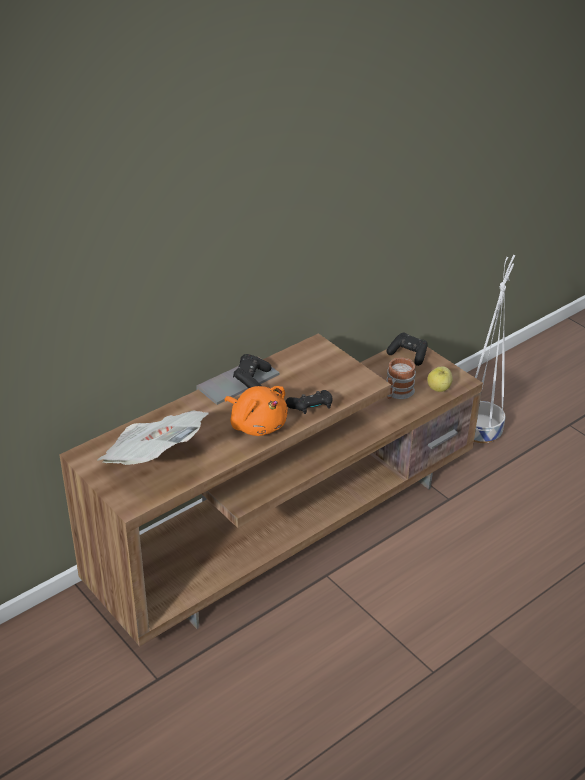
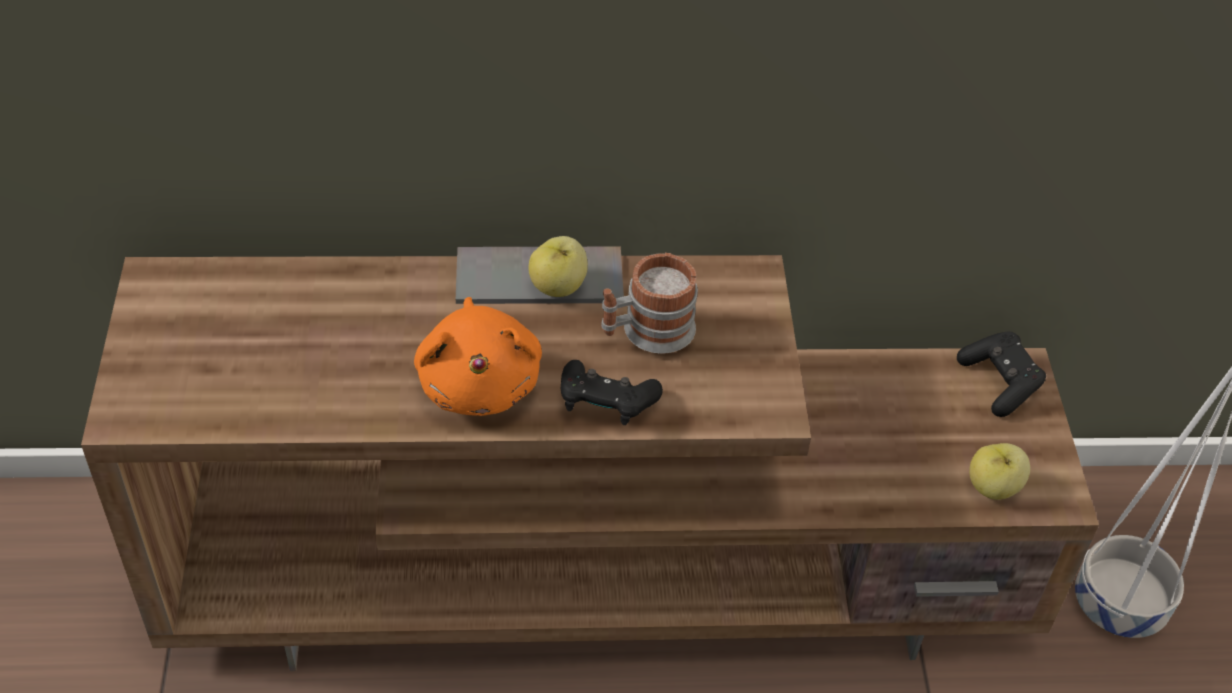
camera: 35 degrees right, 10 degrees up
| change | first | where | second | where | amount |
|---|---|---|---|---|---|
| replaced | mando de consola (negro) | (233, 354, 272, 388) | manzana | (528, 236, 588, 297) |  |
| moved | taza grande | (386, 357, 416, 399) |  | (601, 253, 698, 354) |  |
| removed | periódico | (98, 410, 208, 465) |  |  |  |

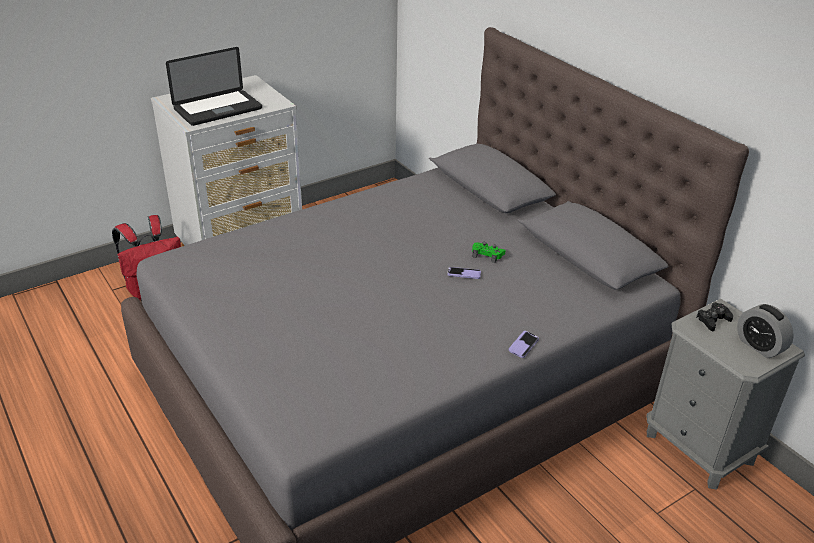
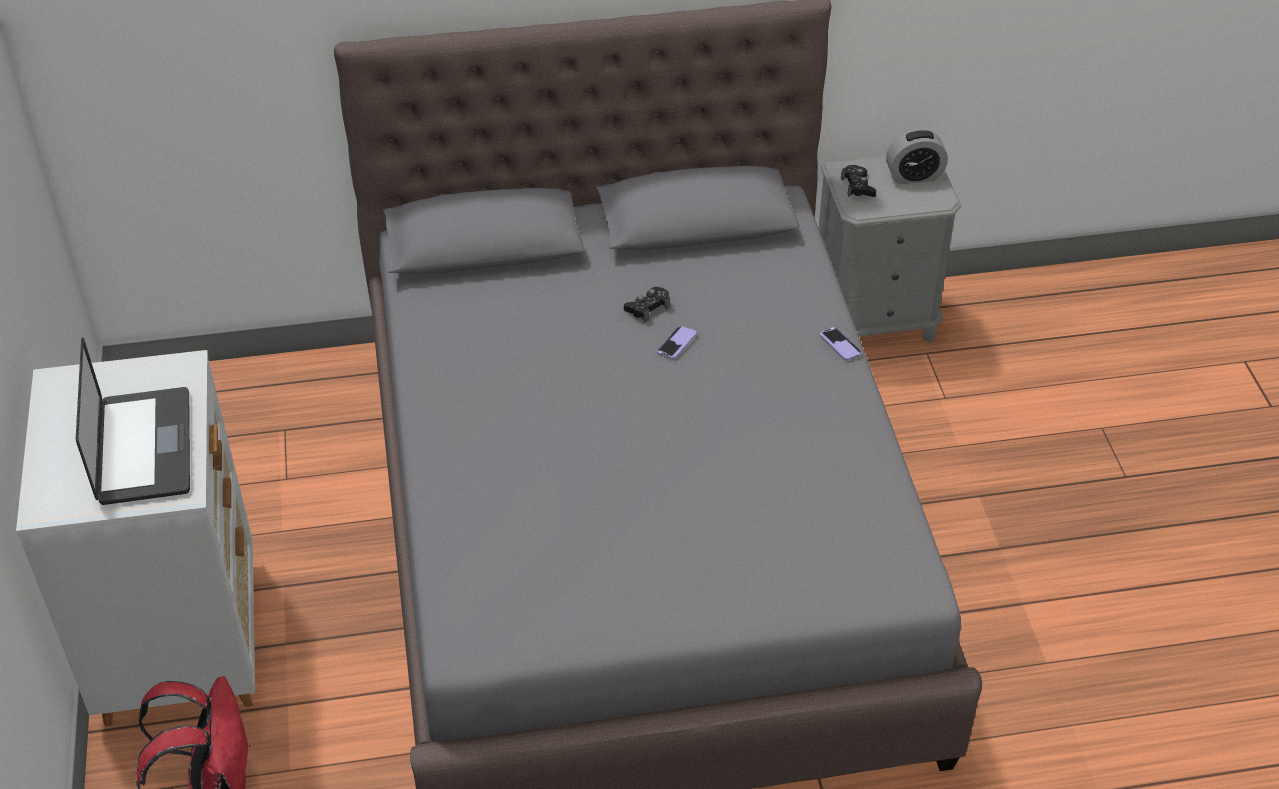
camera: 65 degrees left, 10 degrees up
| change | first | where | second | where | amount |
|---|---|---|---|---|---|
| recoloured | mando de consola (verde) | (472, 242, 505, 263) | mando de consola (negro) | (624, 287, 670, 323) |  |

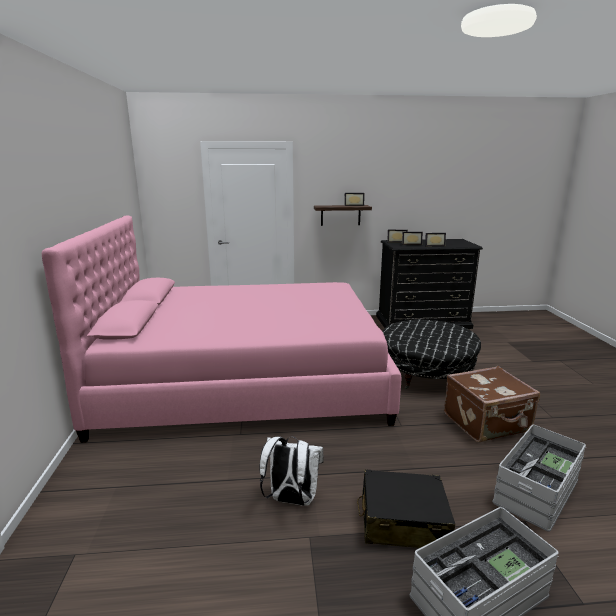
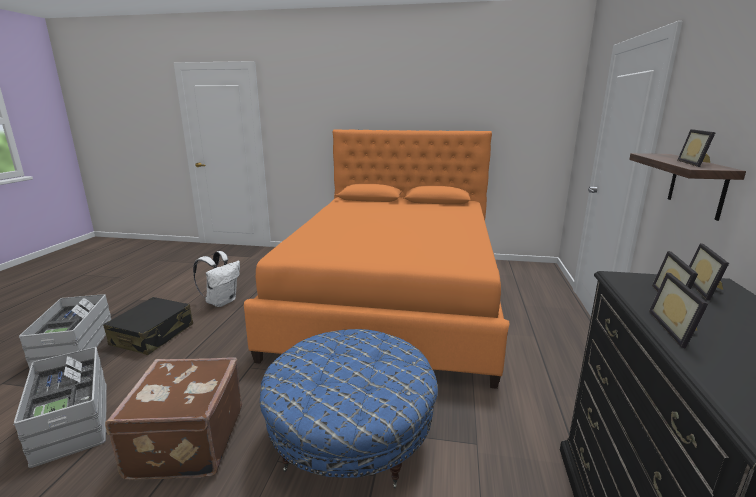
camera: 105 degrees right, 0 degrees up
| change | first | where | second | where | amount |
|---|---|---|---|---|---|
| recoloured | cama (rosa) | (42, 215, 401, 443) | cama (naranja) | (244, 129, 509, 389) |  |
| recoloured | puf (negro) | (383, 319, 481, 389) | puf (azul) | (260, 329, 438, 488) |  |

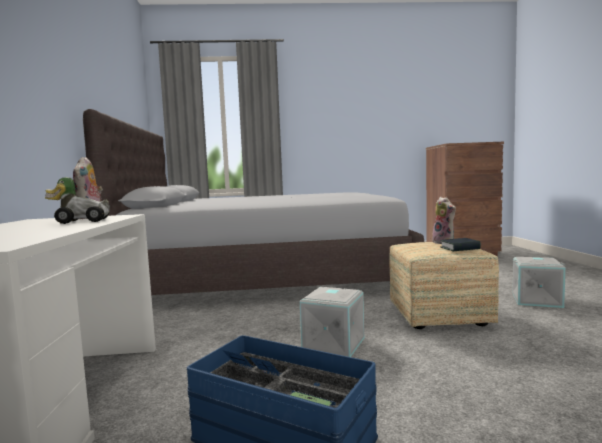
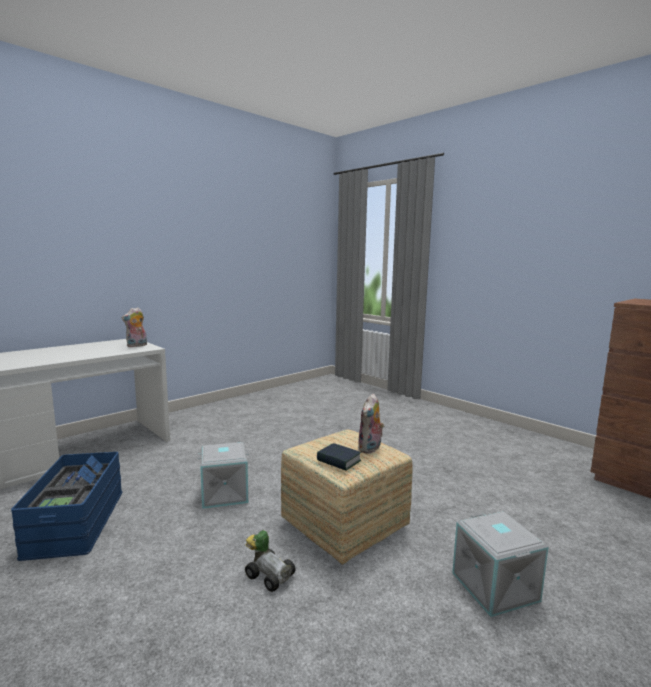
camera: 50 degrees right, 5 degrees up
| change | first | where | second | where | amount |
|---|---|---|---|---|---|
| removed | cama (gris) | (83, 109, 424, 295) |  |  |  |
| moved | coche de juguete | (45, 177, 110, 224) |  | (245, 530, 296, 592) |  |

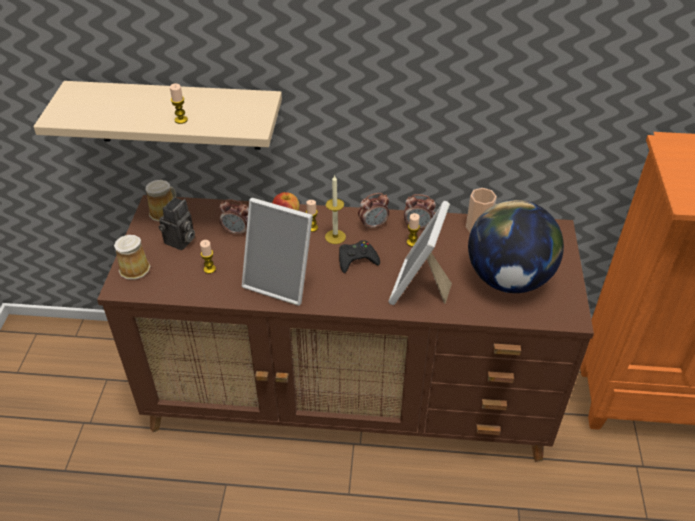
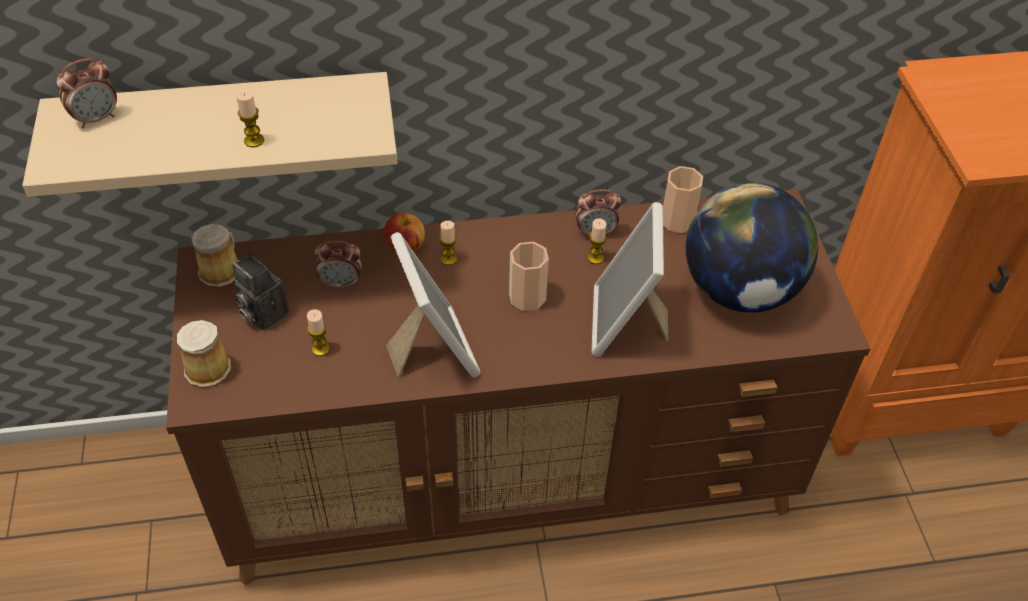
camera: 15 degrees left, 5 degrees up
| change | first | where | second | where | amount |
|---|---|---|---|---|---|
| removed | vela | (325, 175, 346, 244) |  |  |  |
| moved | despertador | (358, 193, 389, 230) |  | (57, 58, 117, 128) |  |
| turned | cámara | (159, 197, 195, 250) |  | (232, 254, 289, 331) | 120 degrees clockwise |
| turned | portarretratos | (242, 198, 313, 306) |  | (386, 232, 480, 377) | 120 degrees counterclockwise |
| replaced | mando de consola (negro) | (339, 240, 380, 273) | taza | (509, 242, 549, 311) |  |

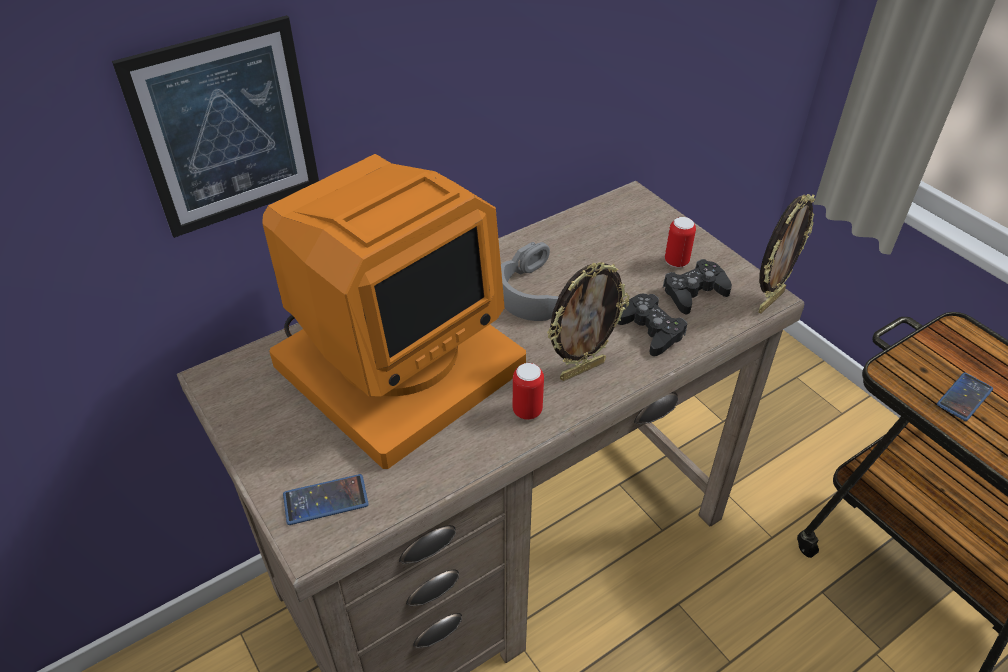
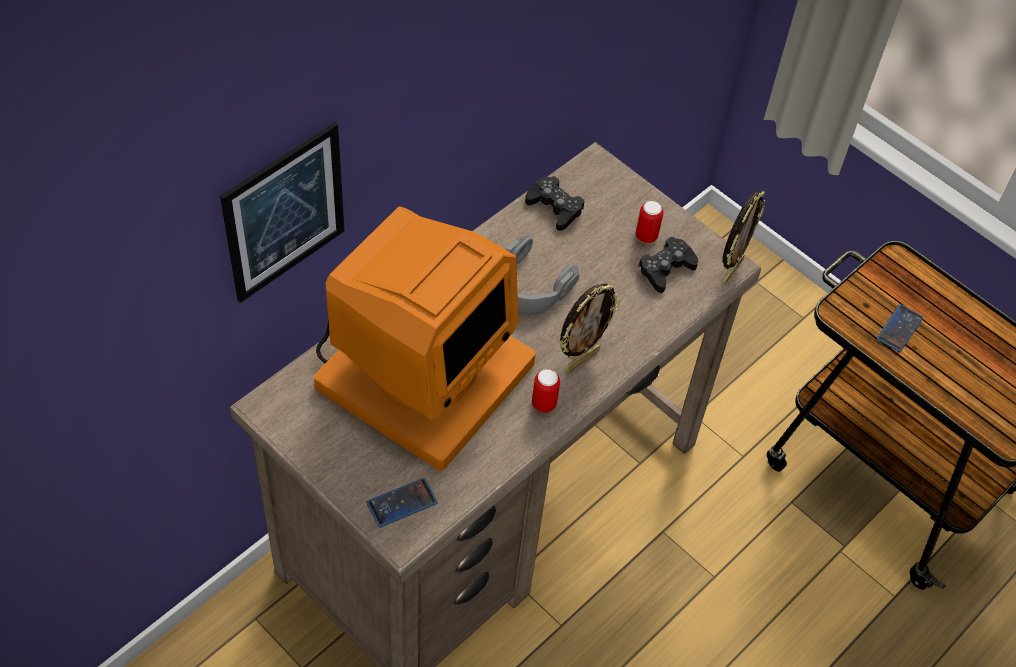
camera: 15 degrees left, 10 degrees up
| change | first | where | second | where | amount |
|---|---|---|---|---|---|
| moved | mando de consola (negro) | (618, 294, 687, 356) |  | (525, 176, 585, 231) |  |

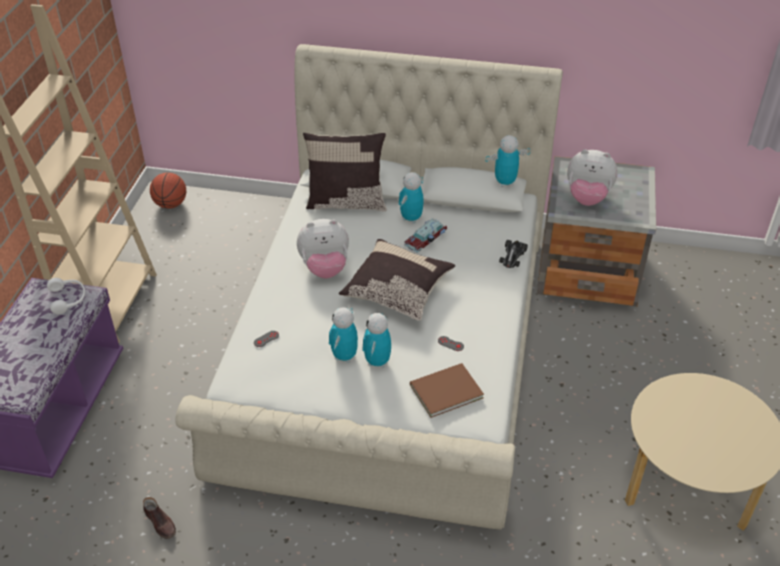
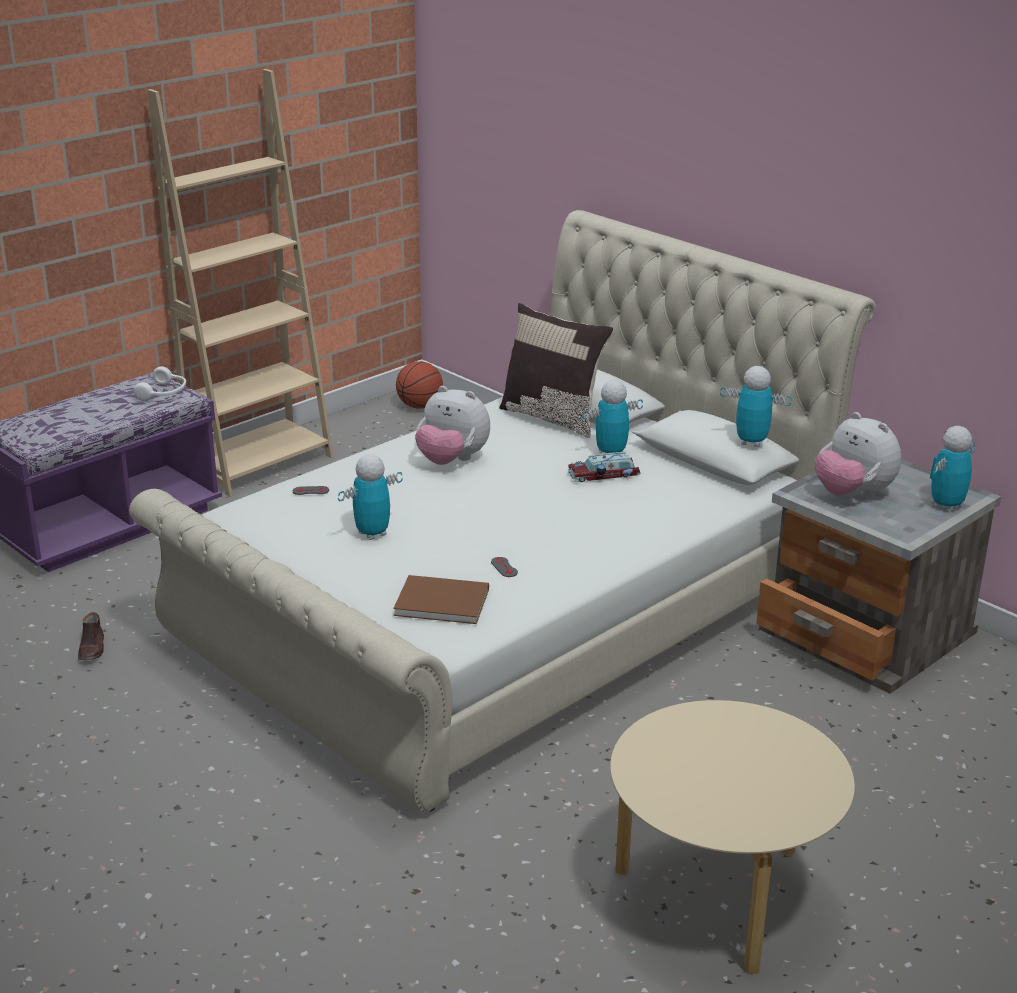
camera: 35 degrees right, 15 degrees down
| change | first | where | second | where | amount |
|---|---|---|---|---|---|
| removed | cojín | (339, 239, 455, 321) |  |  |  |
| removed | coche de juguete | (499, 240, 528, 268) |  |  |  |
| moved | robot de juguete | (362, 313, 391, 368) |  | (930, 426, 975, 512) |  |

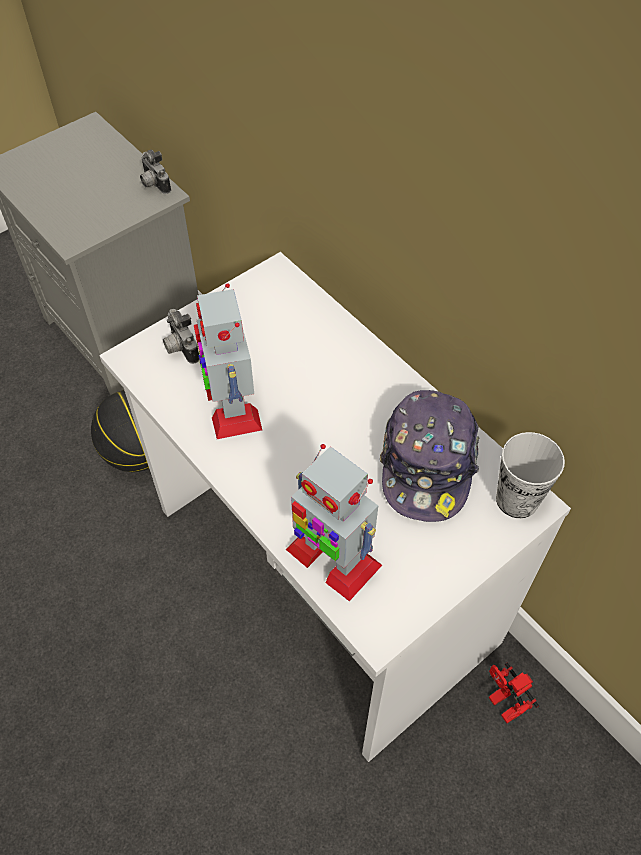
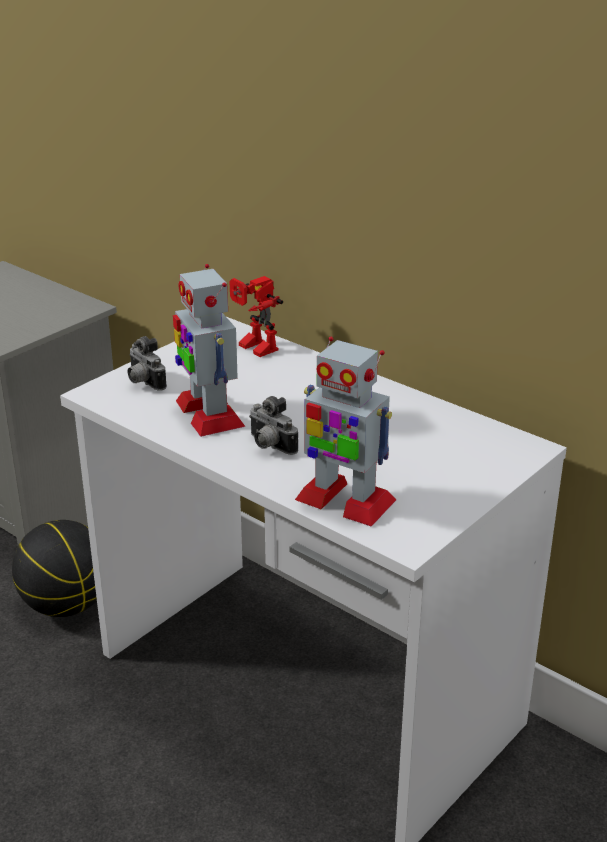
camera: 10 degrees left, 25 degrees down
| change | first | where | second | where | amount |
|---|---|---|---|---|---|
| moved | cámara | (140, 149, 171, 194) |  | (249, 396, 298, 455) |  |
| removed | gorra | (380, 390, 480, 522) |  |  |  |
| removed | taza | (496, 432, 565, 518) |  |  |  |
| moved | robot de juguete | (489, 663, 539, 723) |  | (229, 276, 283, 357) |  |

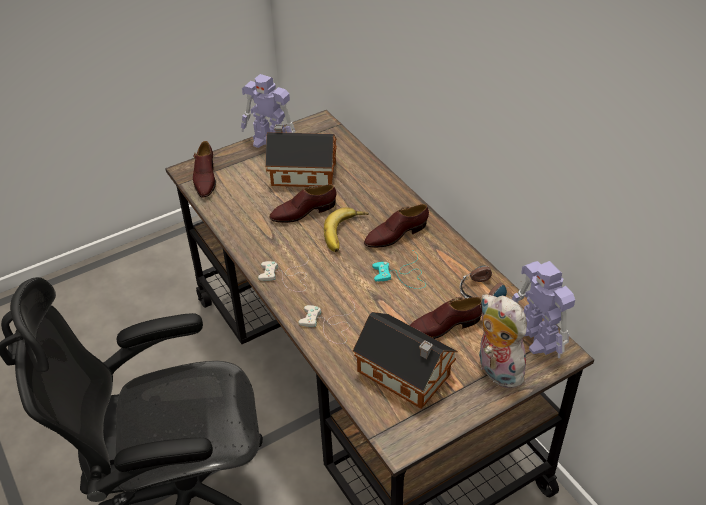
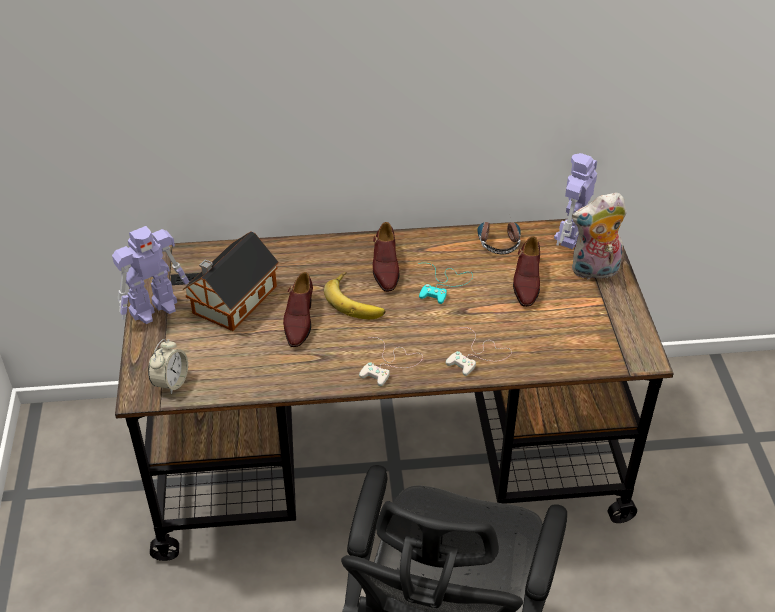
camera: 65 degrees left, 0 degrees up
| change | first | where | second | where | amount |
|---|---|---|---|---|---|
| replaced | zapato (marrón) | (193, 141, 216, 198) | despertador | (148, 339, 188, 395) |  |
| turned | robot de juguete | (512, 261, 575, 358) |  | (554, 153, 597, 249) | 120 degrees clockwise |
| removed | casita | (353, 312, 458, 409) |  |  |  |

